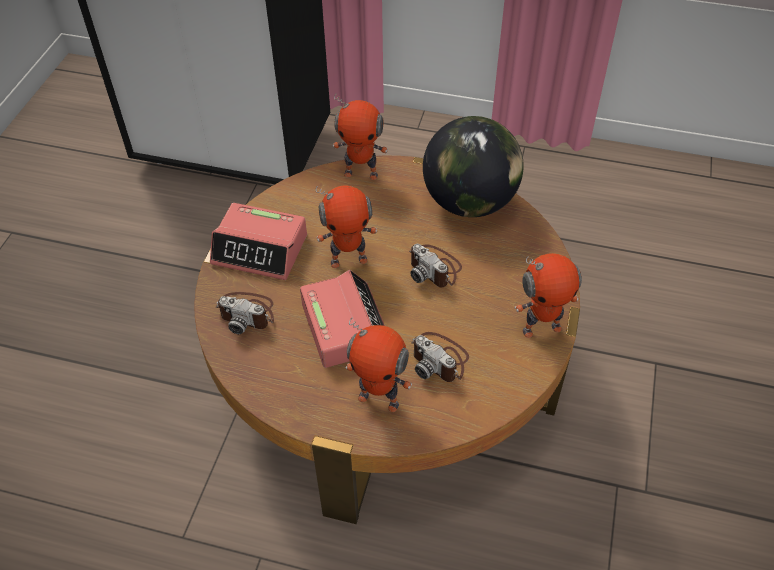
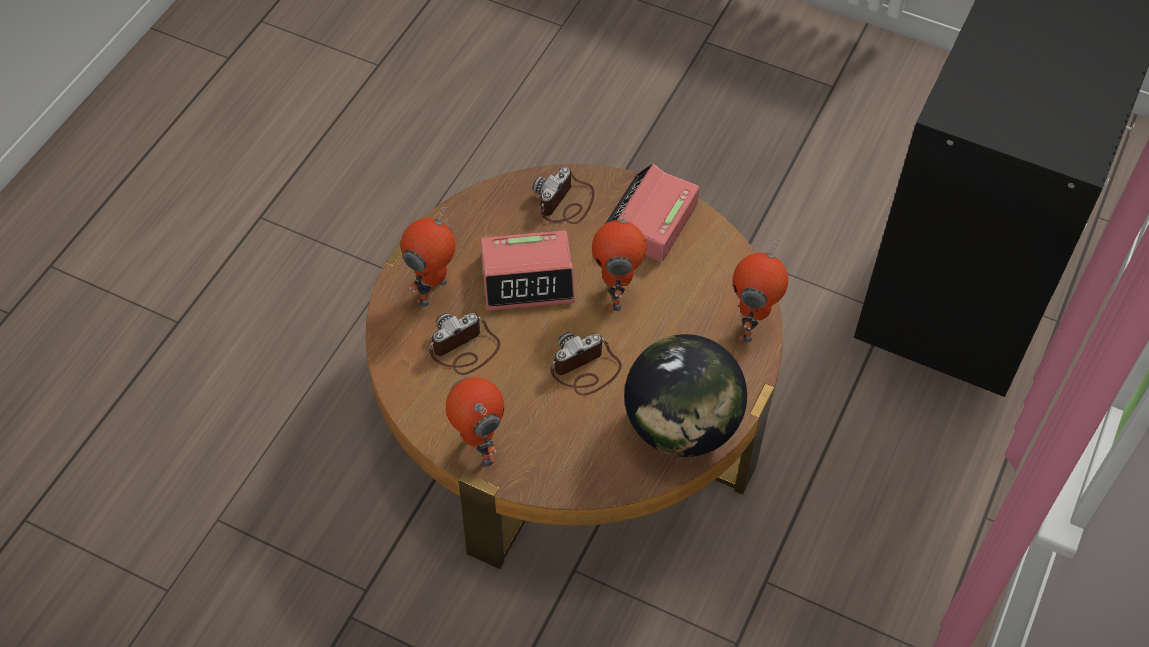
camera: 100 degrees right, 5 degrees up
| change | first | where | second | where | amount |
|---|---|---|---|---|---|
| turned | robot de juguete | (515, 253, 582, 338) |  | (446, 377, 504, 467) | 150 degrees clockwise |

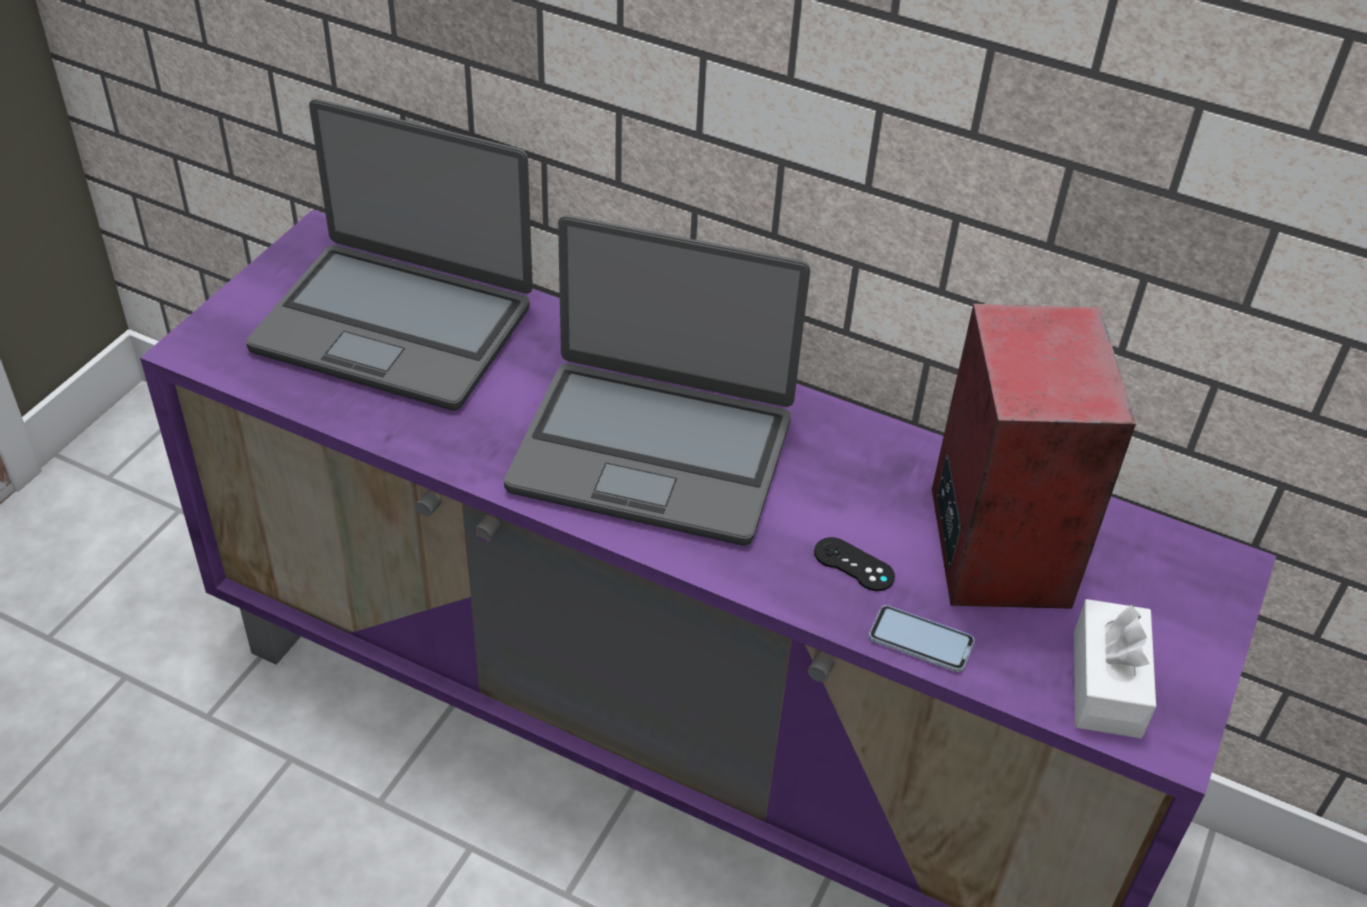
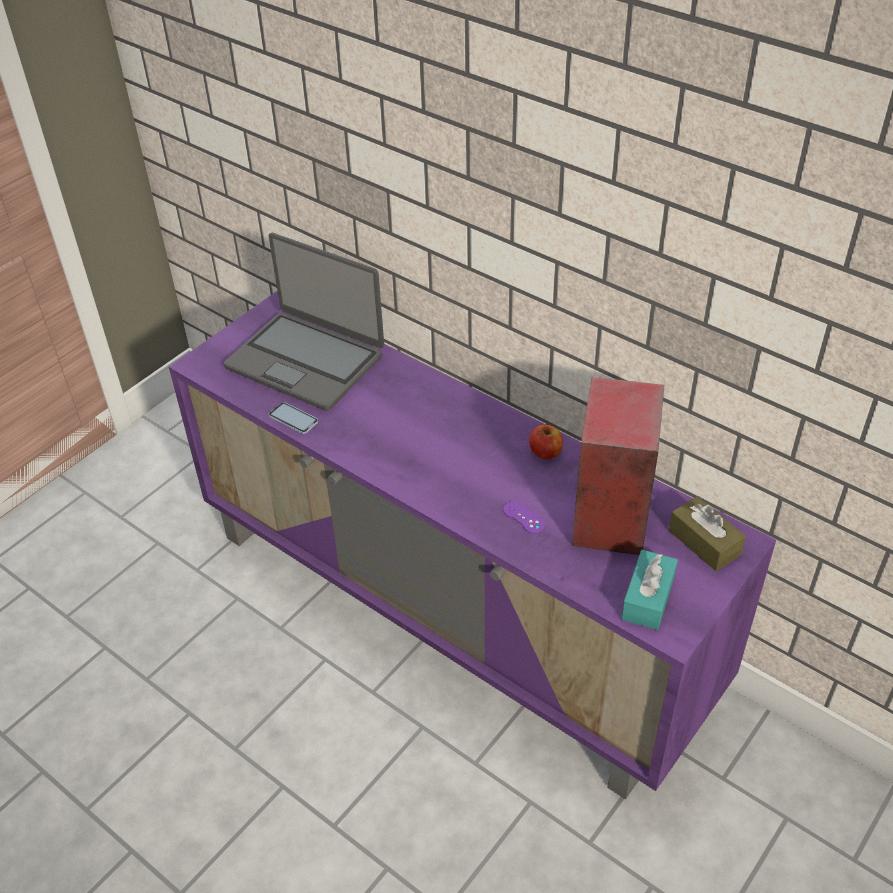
camera: 15 degrees right, 0 degrees up
| change | first | where | second | where | amount |
|---|---|---|---|---|---|
| removed | portátil | (504, 215, 810, 546) |  |  |  |
| recoloured | mando de consola (negro) | (814, 537, 895, 591) | mando de consola (morado) | (503, 501, 545, 534) |  |
| recoloured | caja de pañuelos (blanco) | (1074, 599, 1156, 738) | caja de pañuelos (turquesa) | (621, 550, 678, 630) |  |
| moved | móvil | (869, 605, 974, 672) |  | (269, 402, 318, 434) |  |
| added |  |  | manzana | (529, 425, 563, 459) |  |
| added |  |  | caja de pañuelos (marrón) | (669, 496, 746, 571) |  |

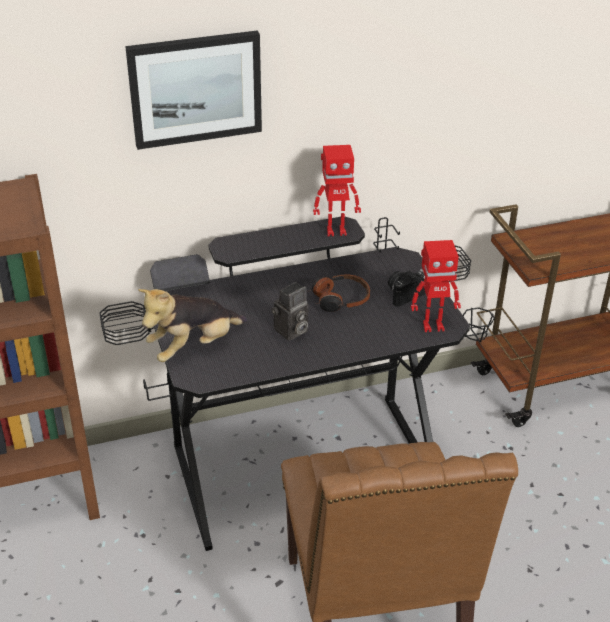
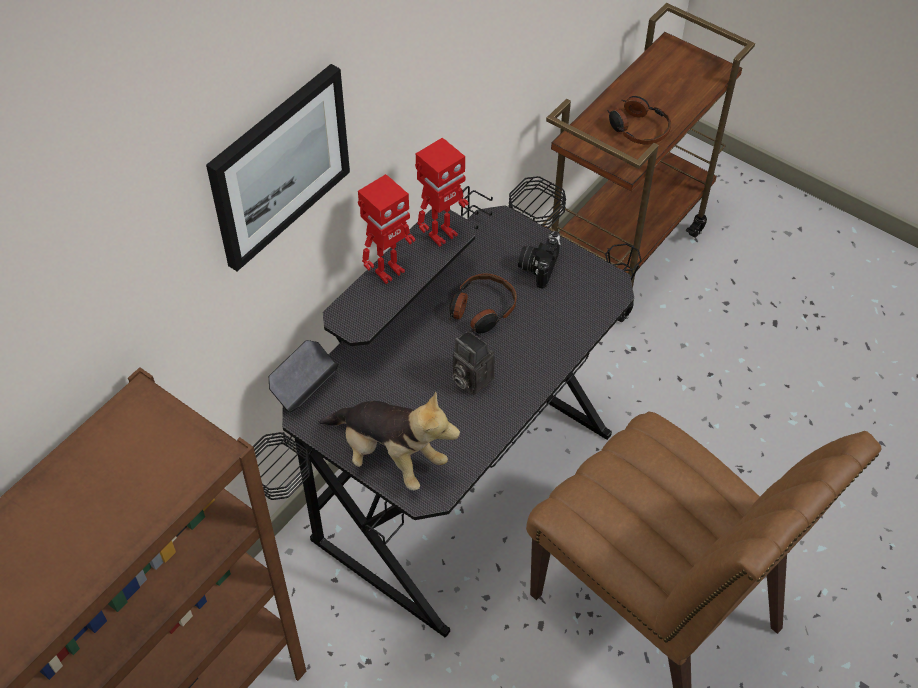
camera: 35 degrees left, 15 degrees up
| change | first | where | second | where | amount |
|---|---|---|---|---|---|
| moved | robot de juguete | (411, 240, 461, 332) |  | (358, 174, 415, 284) |  |
| turned | cámara | (271, 282, 309, 341) |  | (453, 330, 495, 395) | 120 degrees clockwise |
| turned | peluche | (138, 289, 247, 362) |  | (319, 392, 460, 491) | 75 degrees counterclockwise |
| added |  |  | auriculares | (607, 96, 672, 145) |  |

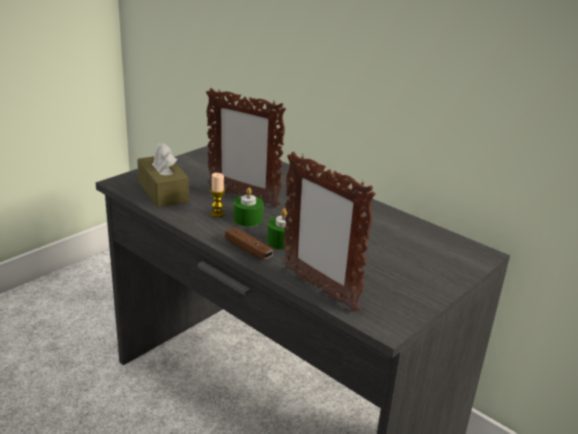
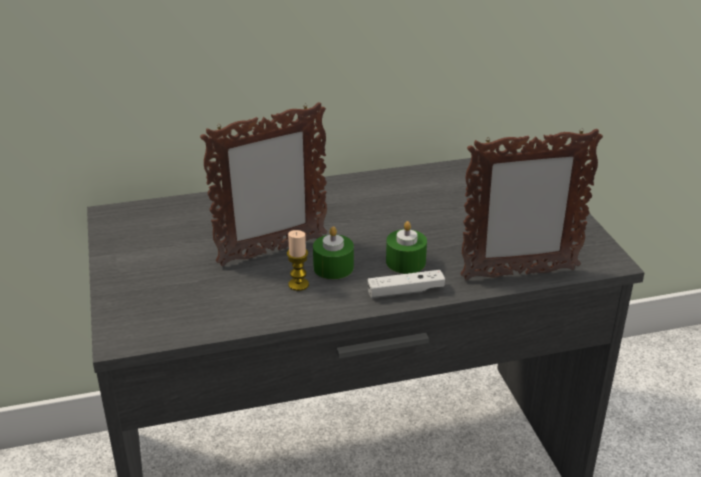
camera: 55 degrees left, 5 degrees up
| change | first | where | second | where | amount |
|---|---|---|---|---|---|
| removed | caja de pañuelos (marrón) | (137, 143, 189, 207) |  |  |  |
| recoloured | mando de consola (marrón) | (225, 227, 273, 260) | mando de consola (blanco) | (368, 270, 445, 298) |  |

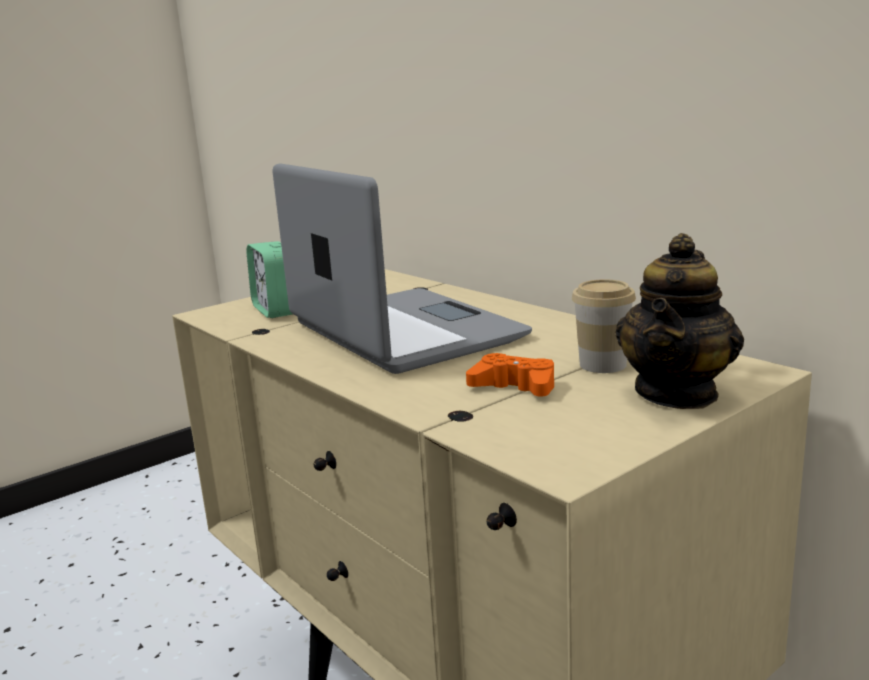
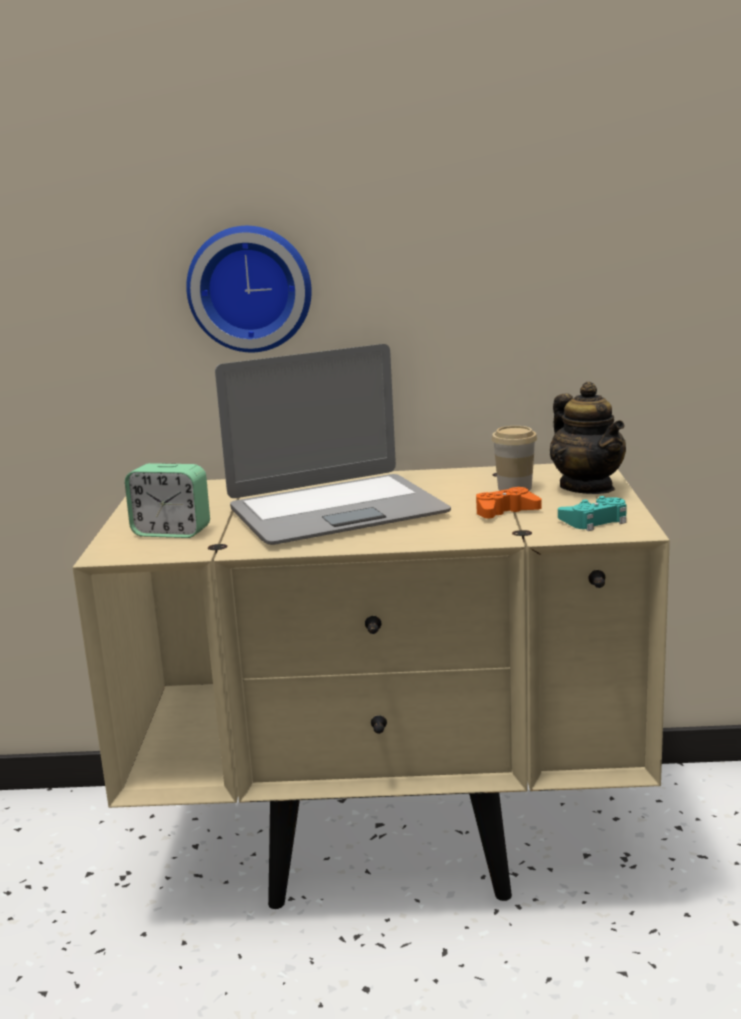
camera: 50 degrees left, 0 degrees up
| change | first | where | second | where | amount |
|---|---|---|---|---|---|
| turned | portátil | (273, 163, 532, 374) |  | (215, 344, 451, 545) | 150 degrees clockwise |
| added |  |  | reloj de pared | (186, 226, 312, 352) |  |
| added |  |  | mando de consola (turquesa) | (558, 496, 627, 531) |  |

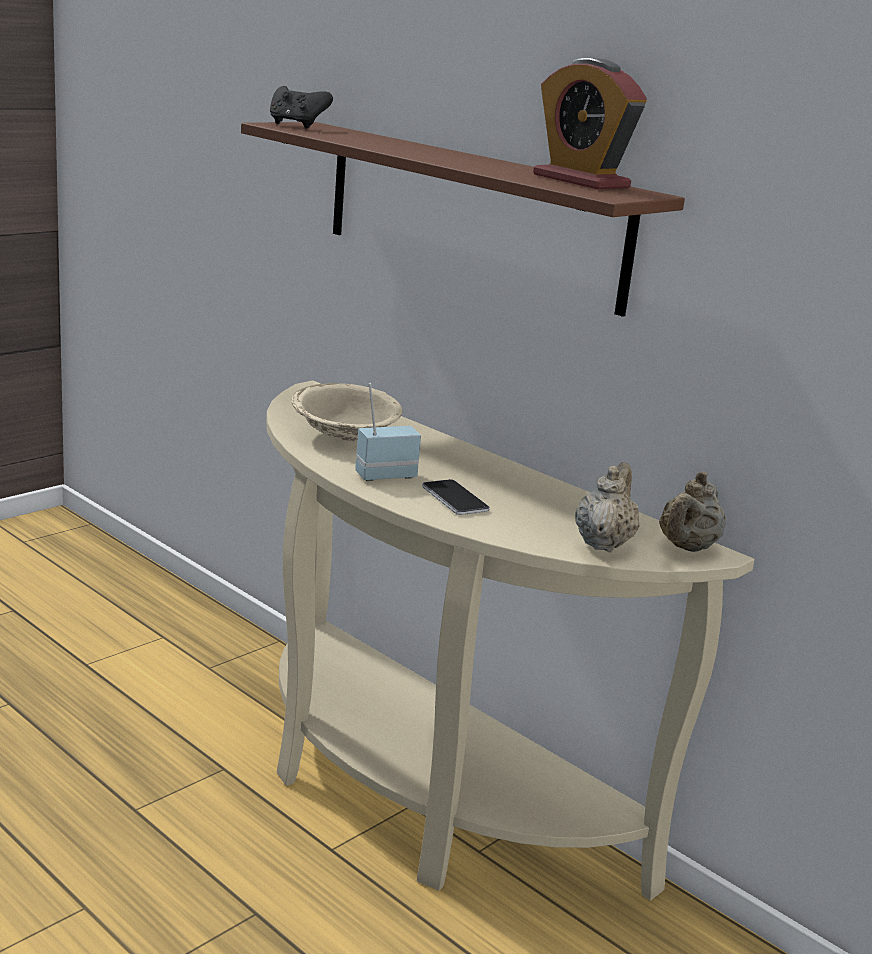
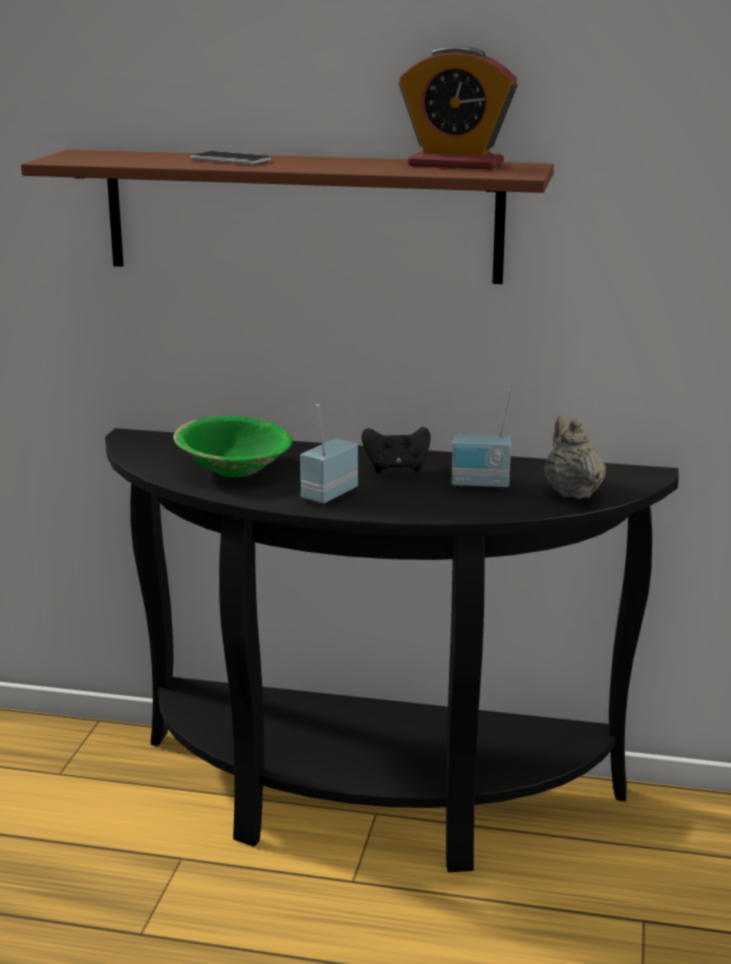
camera: 30 degrees left, 0 degrees up
| change | first | where | second | where | amount |
|---|---|---|---|---|---|
| moved | mando de consola (negro) | (270, 86, 333, 129) |  | (362, 427, 431, 473) |  |
| recoloured | mesa consola (beis) | (266, 380, 755, 901) | mesa consola (negro) | (105, 428, 679, 872) |  |
| recoloured | cuenco (beis) | (291, 383, 402, 443) | cuenco (verde) | (173, 416, 292, 477) |  |
| removed | tetera (beis) | (659, 471, 726, 552) |  |  |  |
| moved | móvil | (422, 479, 490, 515) |  | (191, 151, 271, 165) |  |
| added |  |  | radio | (452, 385, 514, 488) |  |

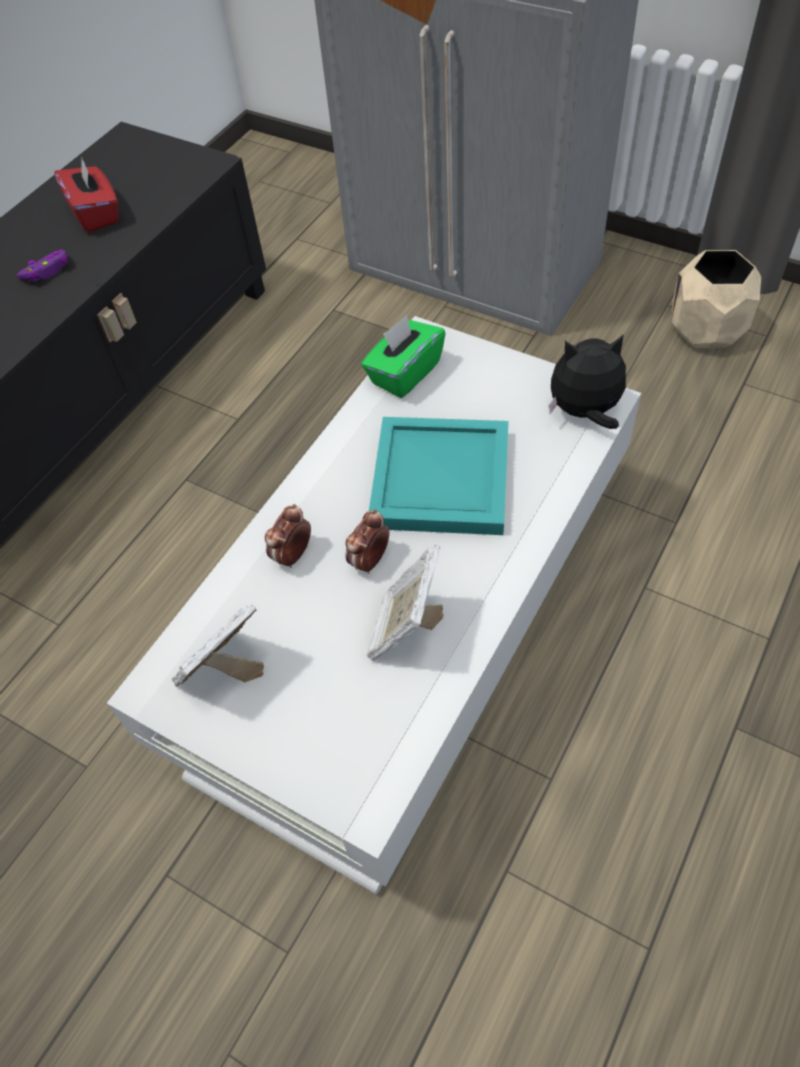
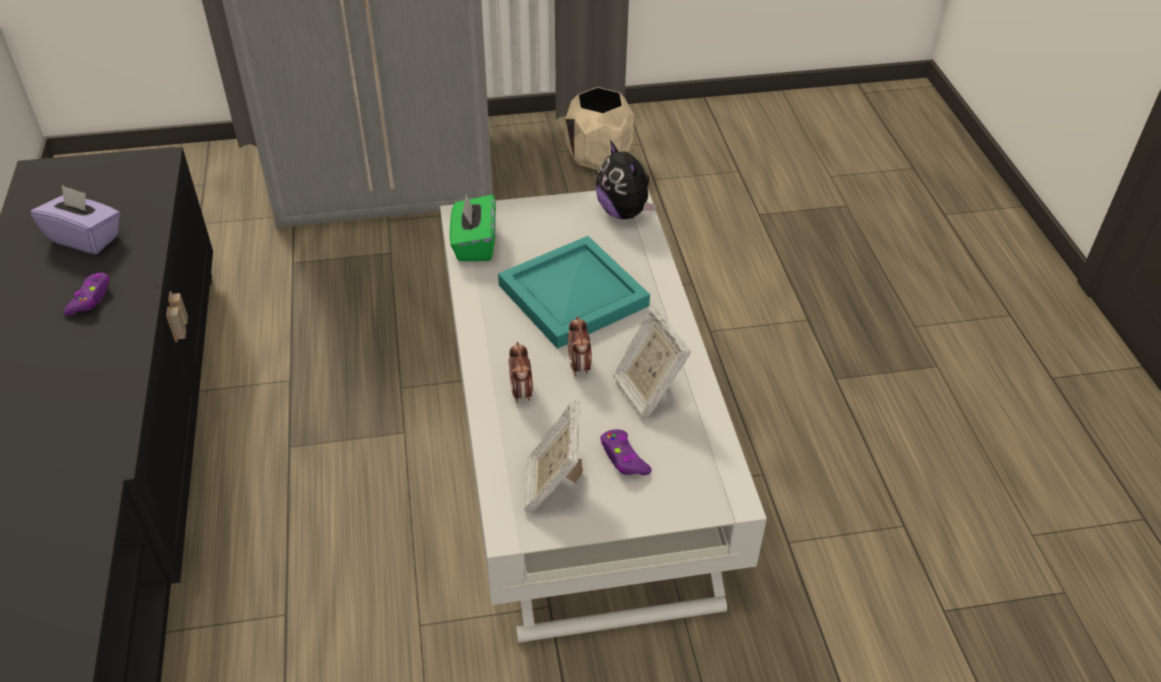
camera: 45 degrees left, 10 degrees down
| change | first | where | second | where | amount |
|---|---|---|---|---|---|
| recoloured | caja de pañuelos (rojo) | (54, 159, 119, 233) | caja de pañuelos (morado) | (31, 185, 120, 254) |  |
| turned | peluche | (549, 334, 626, 429) |  | (596, 140, 656, 219) | 75 degrees counterclockwise |
| added |  |  | mando de consola (morado) | (600, 429, 652, 475) |  |

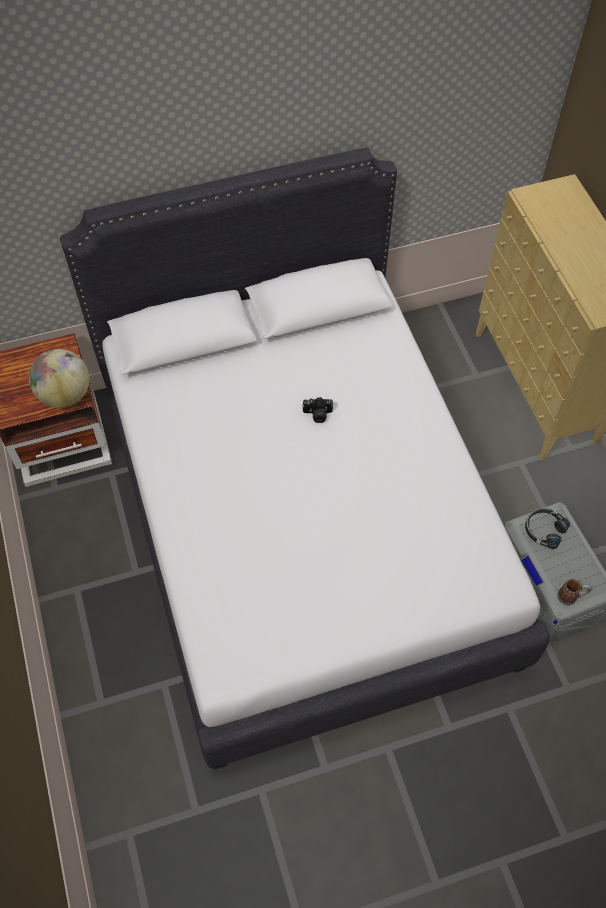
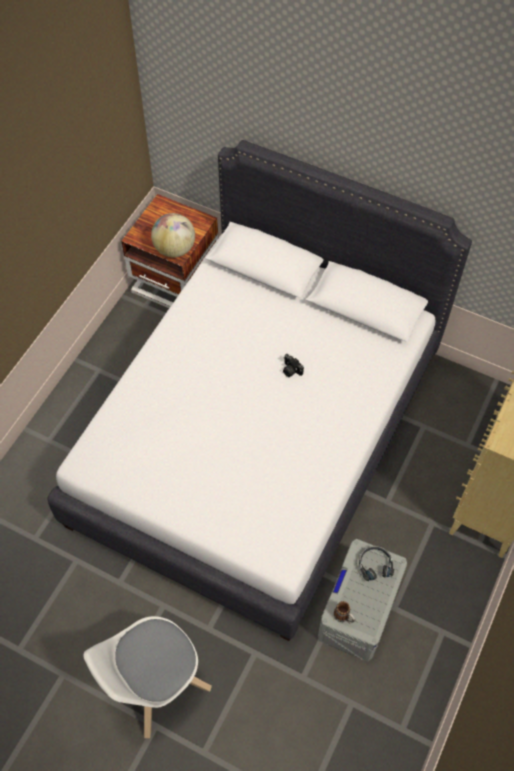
camera: 45 degrees right, 0 degrees up
| change | first | where | second | where | amount |
|---|---|---|---|---|---|
| added |  |  | silla | (84, 616, 212, 738) |  |

